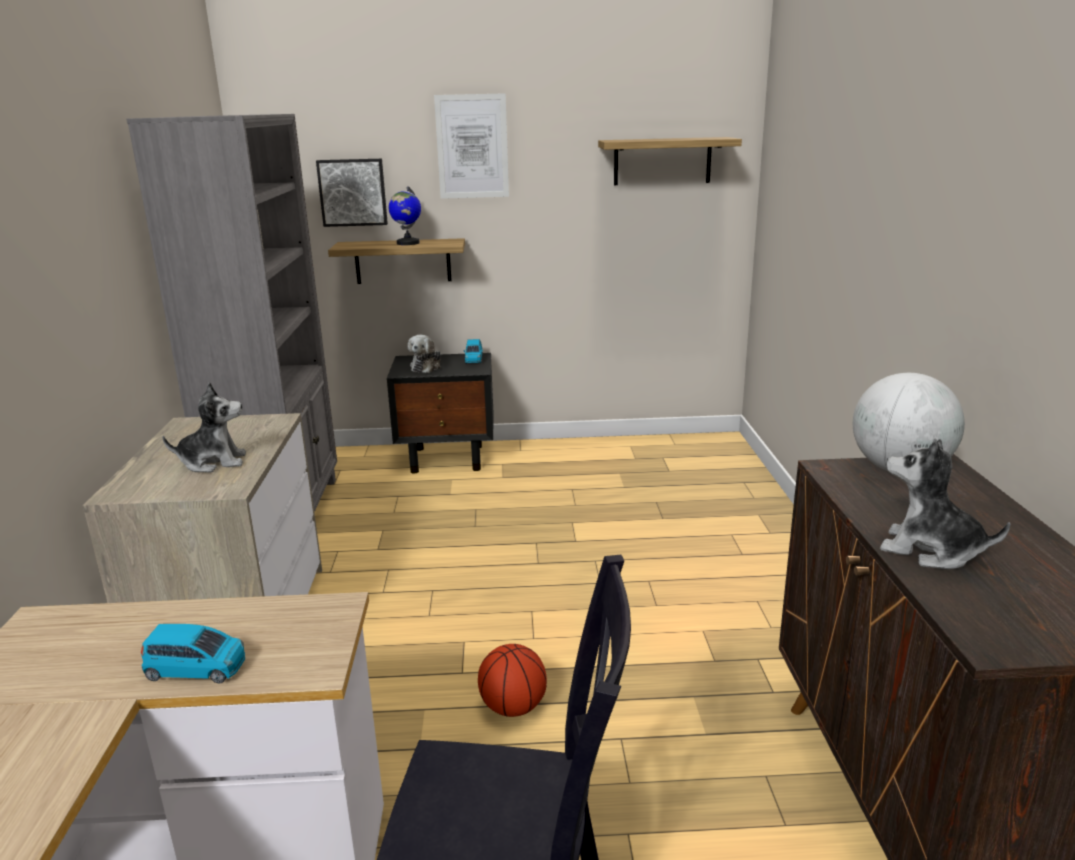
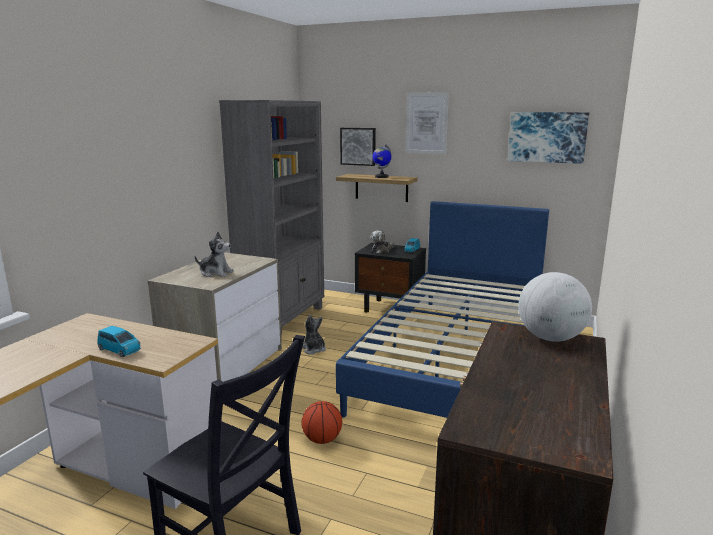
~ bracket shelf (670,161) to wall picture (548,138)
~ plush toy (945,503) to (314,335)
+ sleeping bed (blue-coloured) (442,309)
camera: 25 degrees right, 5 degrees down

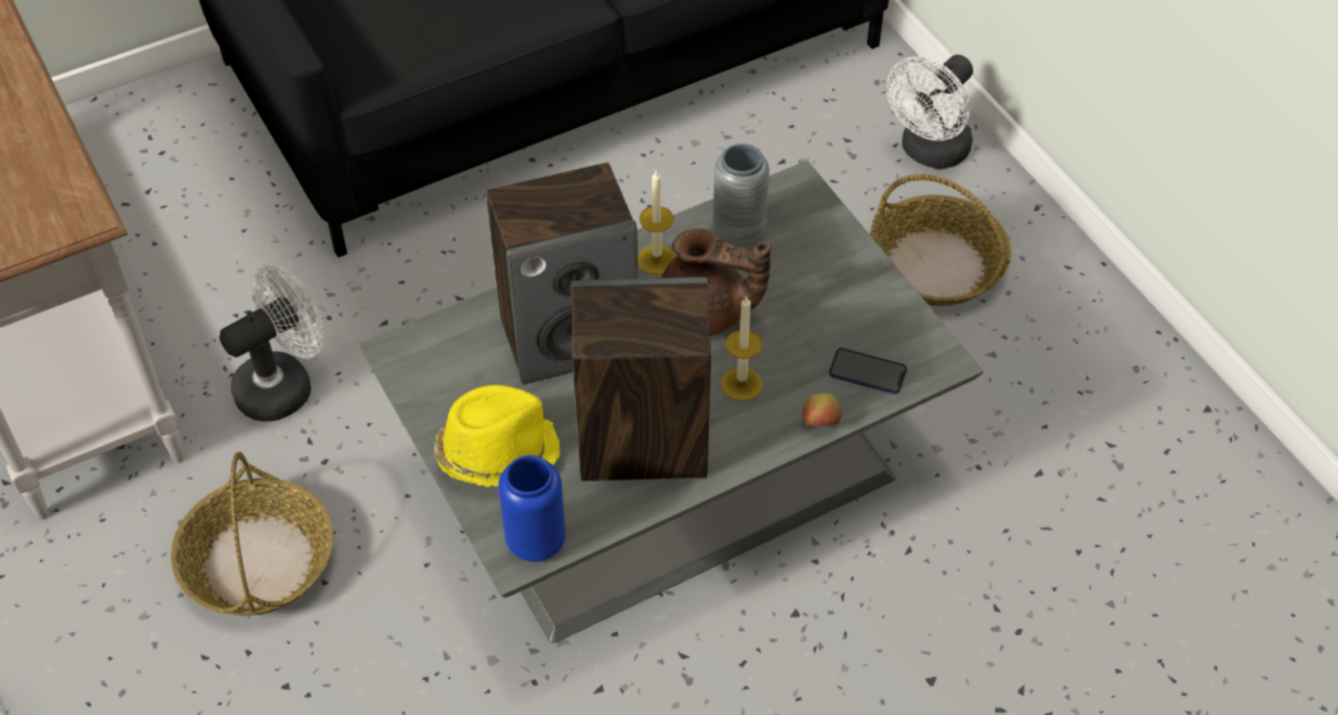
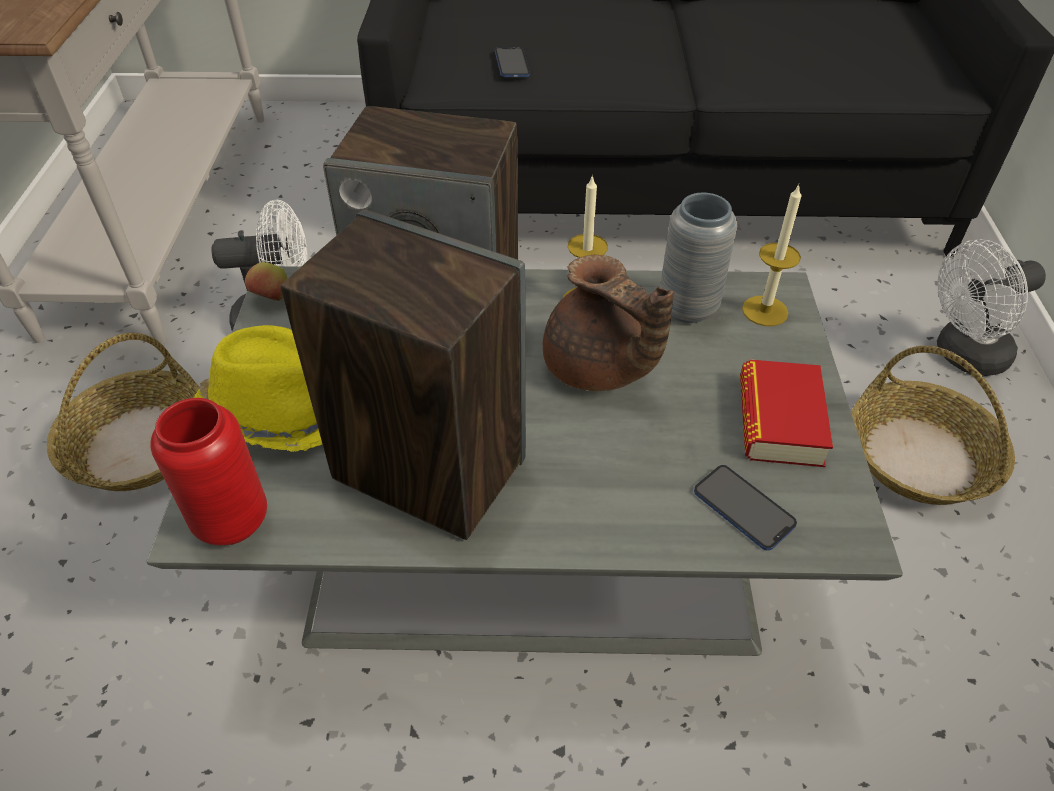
~ wax light (742,348) to (772,255)
~ whole apple (822,409) to (266,281)
~ vase (blue-coloured) (532,508) to vase (reddish) (209,471)
+ telephone (512,62)
+ book (786,413)
camera: 30 degrees right, 5 degrees down

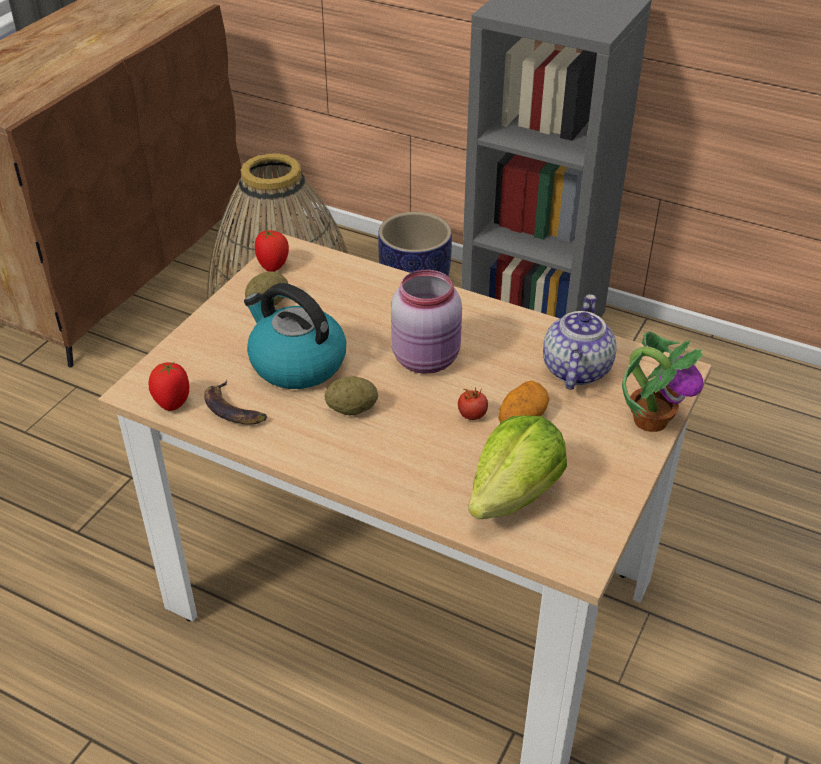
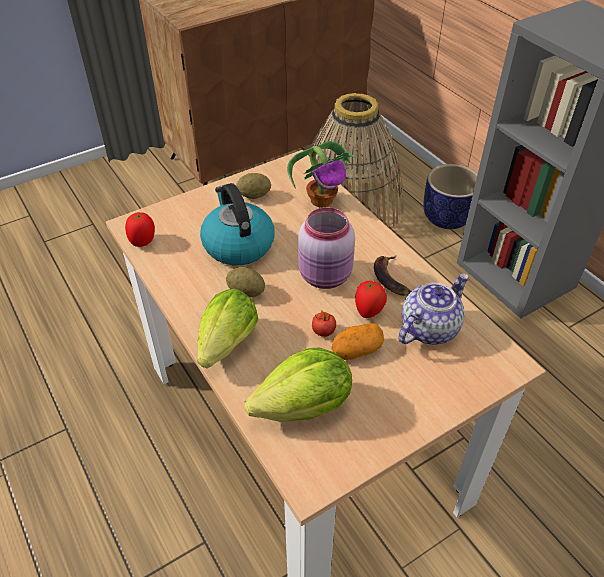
~ tomato (272,250) to (371,299)
~ potted plant (662,381) to (321,174)
~ banana fruit (235,402) to (392,275)
+ lettuce head (227,328)
camera: 30 degrees right, 5 degrees up

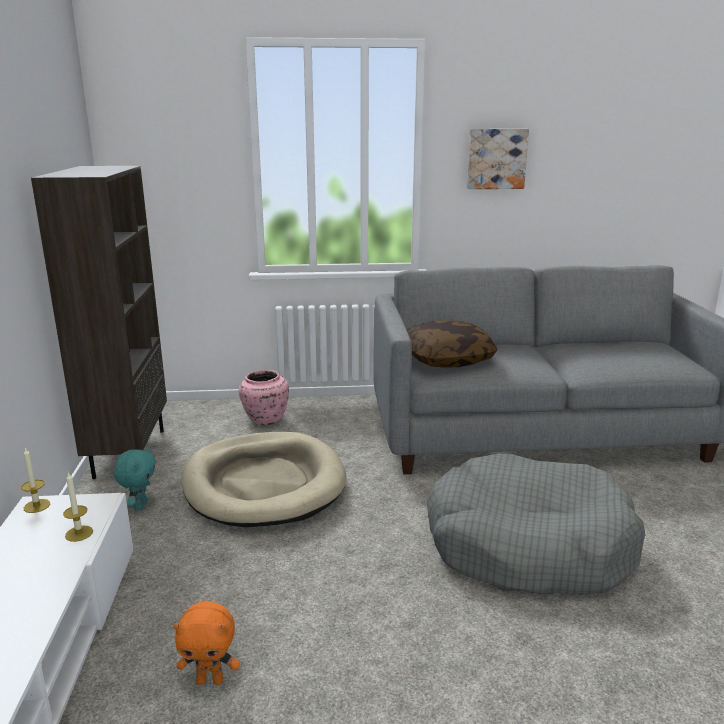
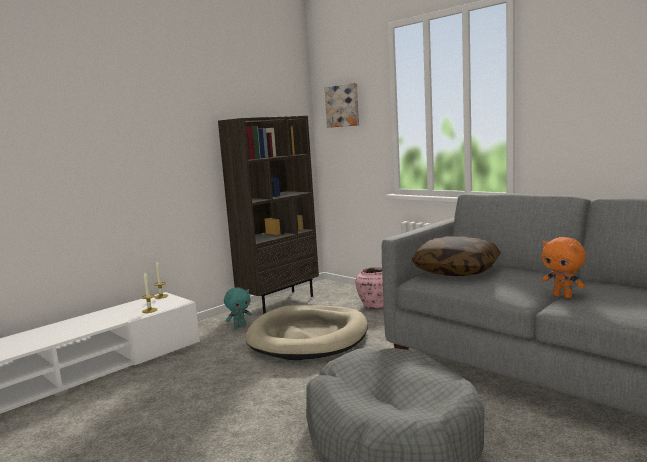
~ wall picture (498,159) to (342,105)
~ plush toy (orange) (206,643) to (564,267)
camera: 50 degrees right, 10 degrees down

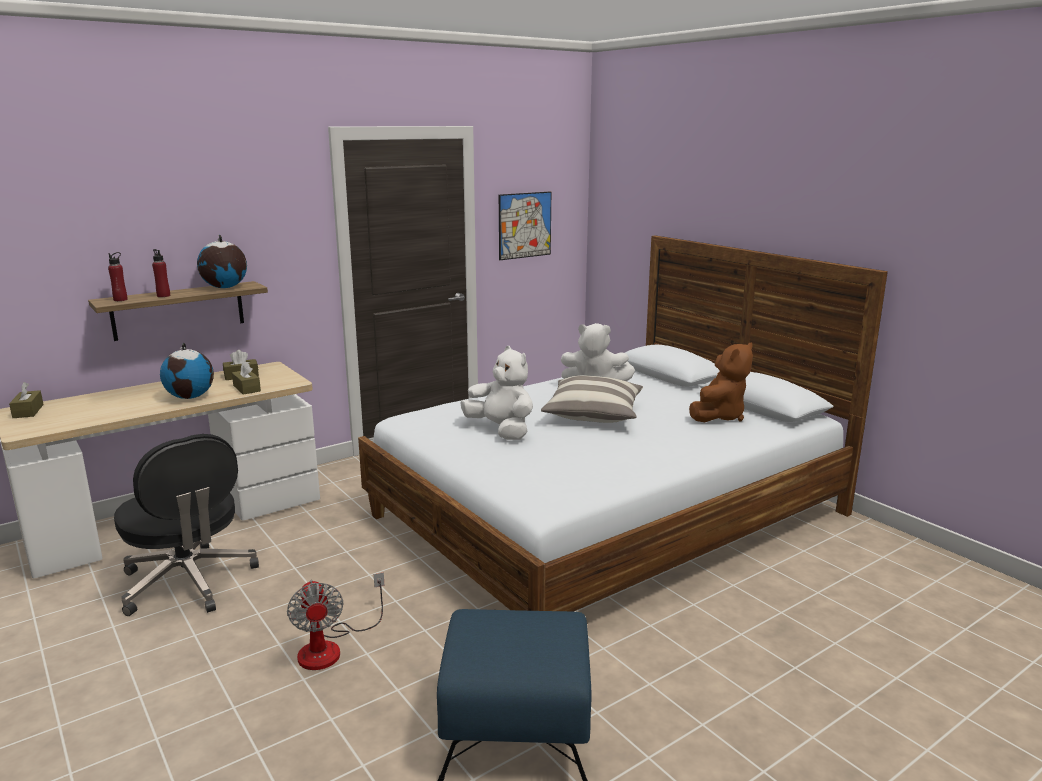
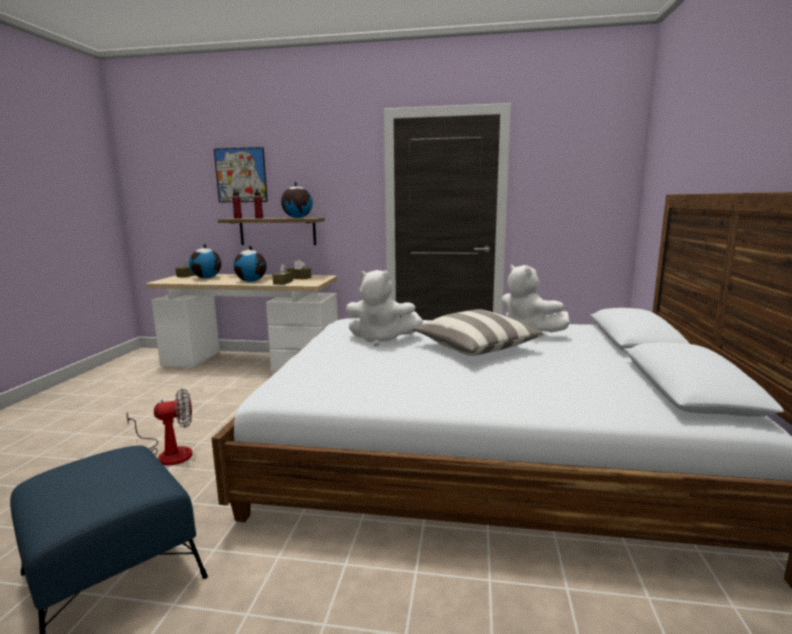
~ wall picture (525,225) to (241,174)
- plush toy (brown-coloured) (721,382)
~ plush toy (white) (497,393) = (384,308) 105 degrees clockwise
- computer chair (black-coloured) (186,525)
~ cooling fan (336,621) = (159,426) 135 degrees counterclockwise
+ world globe (205,261)
camera: 45 degrees right, 5 degrees down

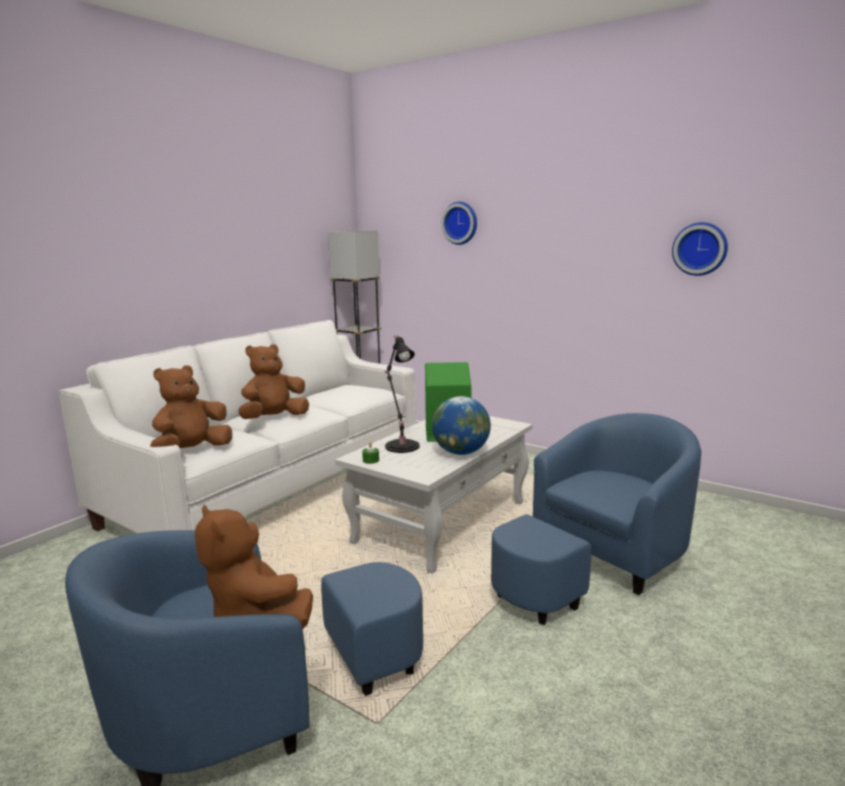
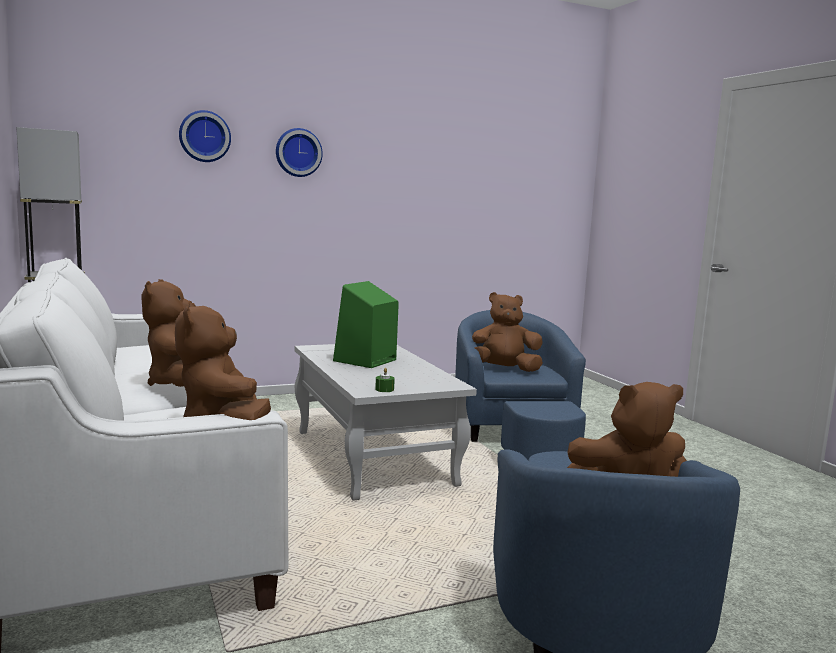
~ hanging clock (700,249) to (299,152)
- tabletop lamp (black-coloured) (402,394)
- world globe (461,425)
+ plush toy (brown-coloured) (507,332)
camera: 60 degrees left, 5 degrees down

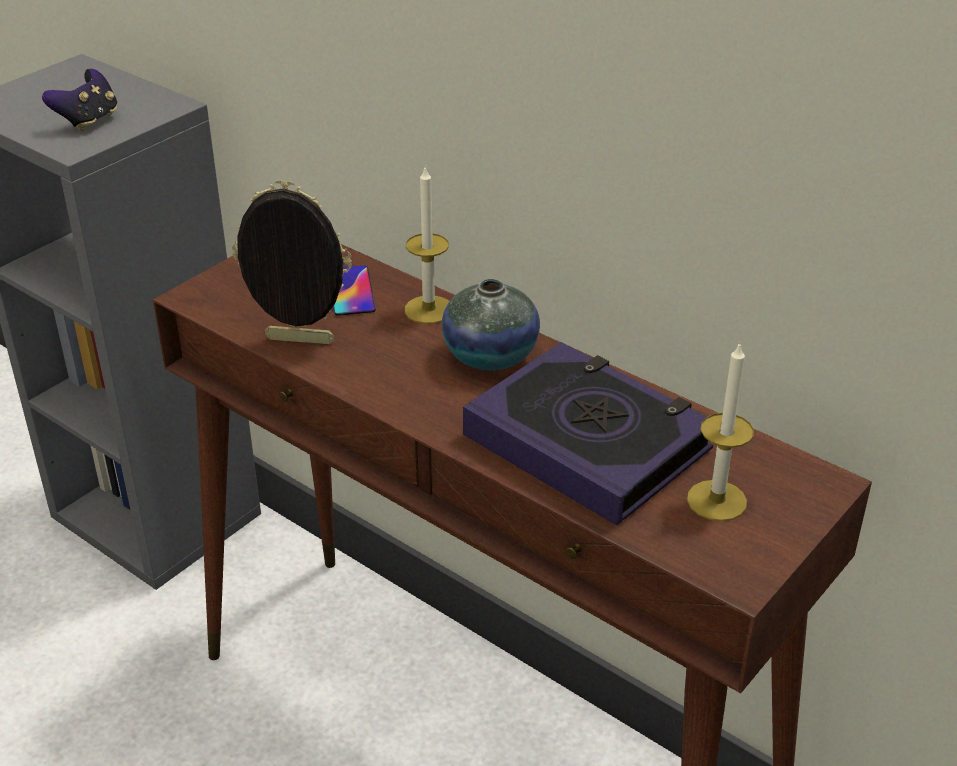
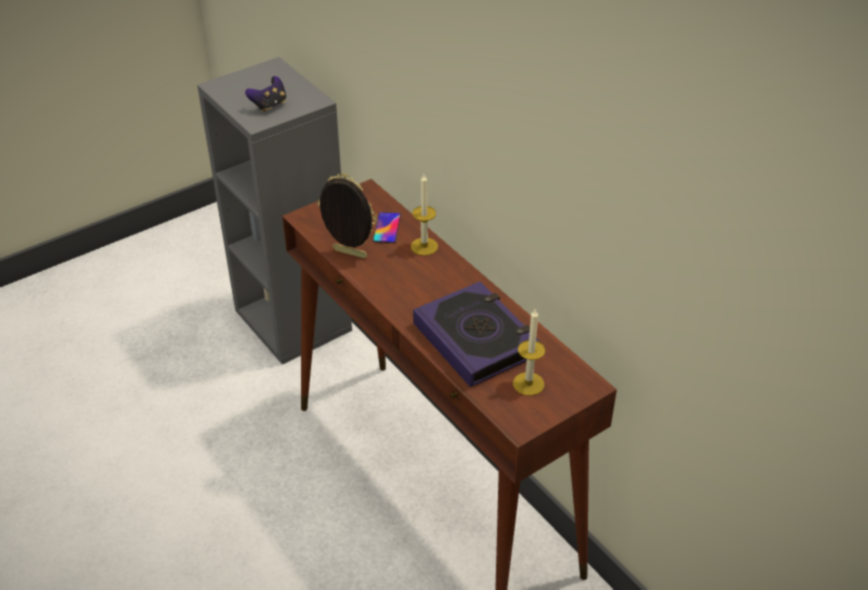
- vase (491,325)
camera: 15 degrees right, 5 degrees up

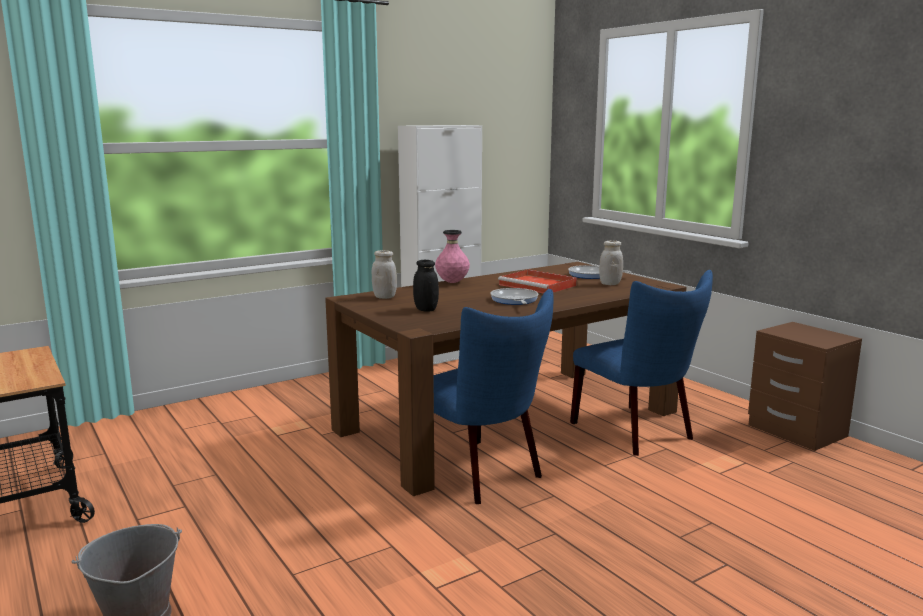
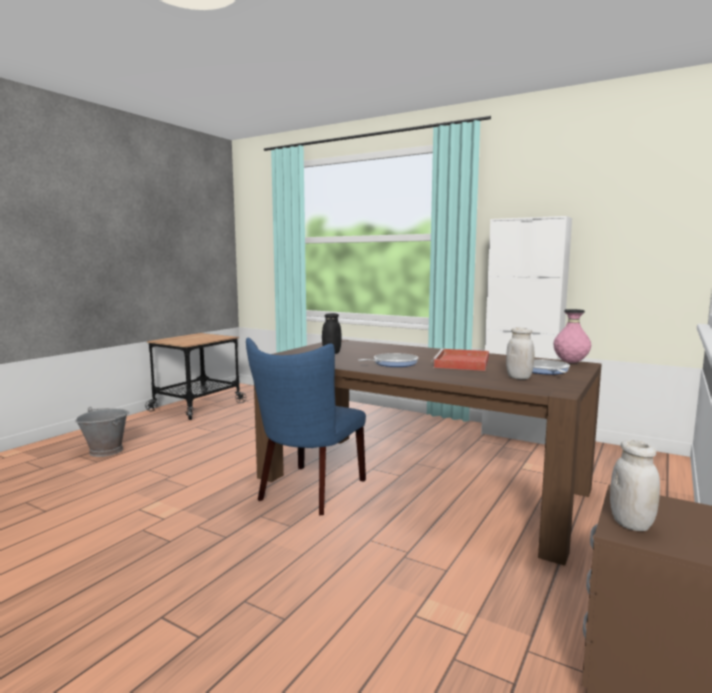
~ vase (pinkish) (452,256) to (572,336)
~ storage jar (white) (384,274) to (635,485)
- upright chair (blue-coloured) (641,363)
camera: 65 degrees right, 5 degrees down

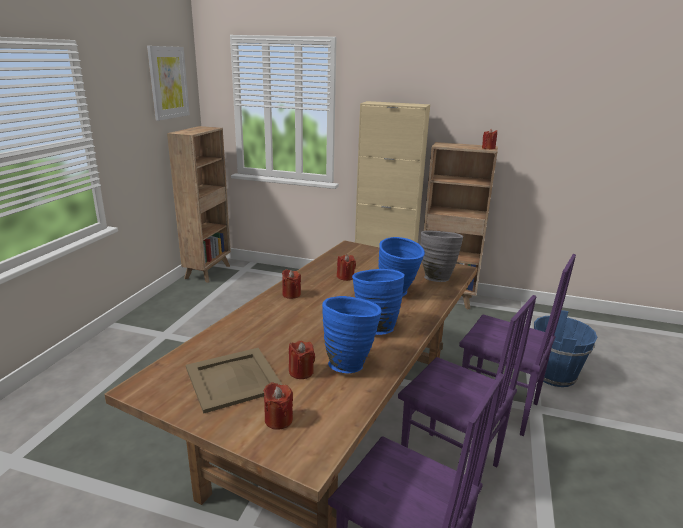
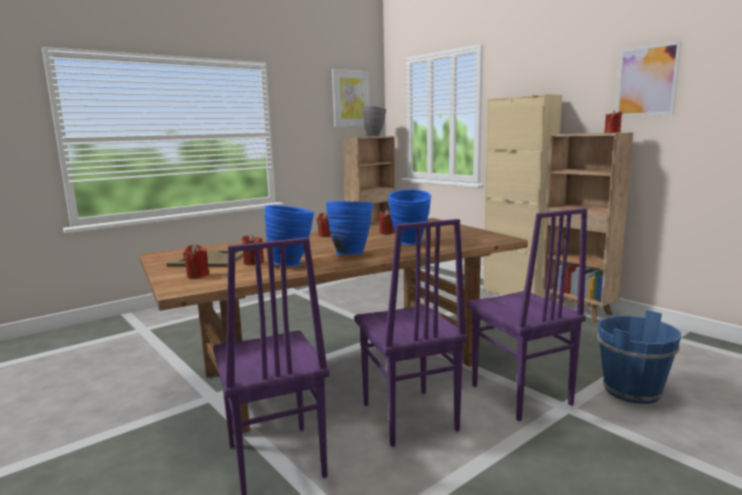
~ vase (gray) (442,256) to (374,121)
+ wall picture (649,79)
camera: 35 degrees right, 10 degrees down

